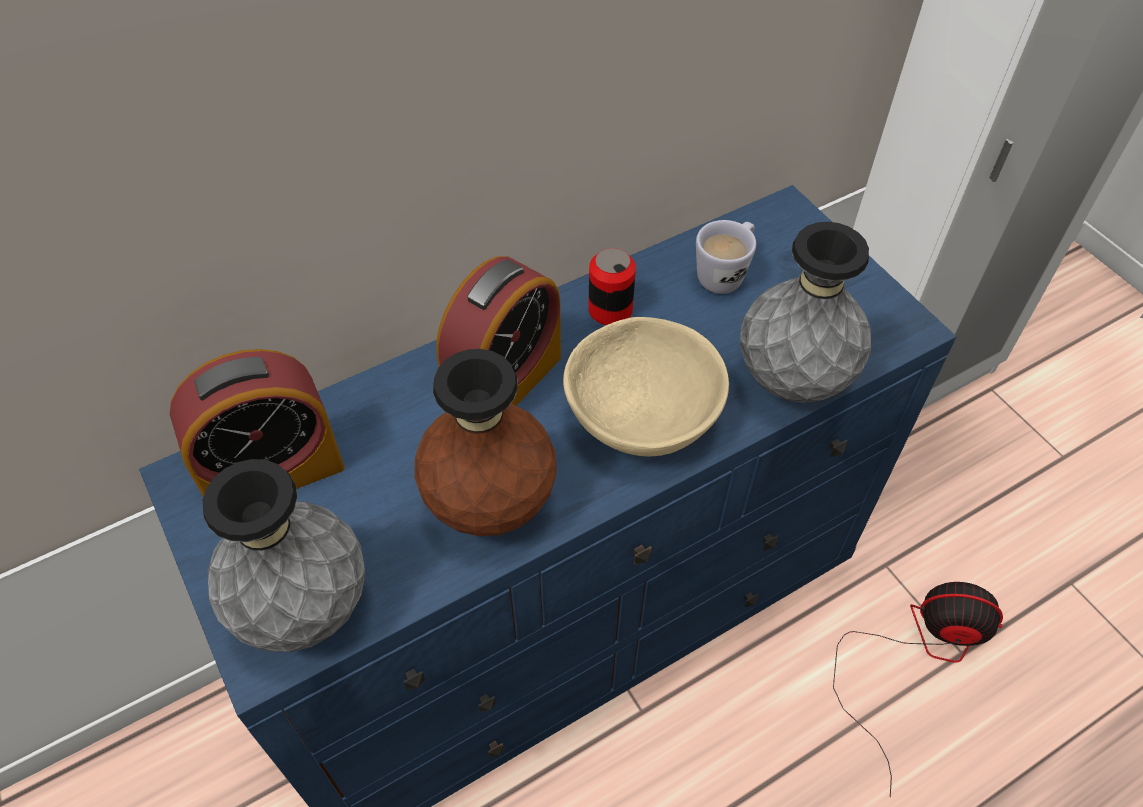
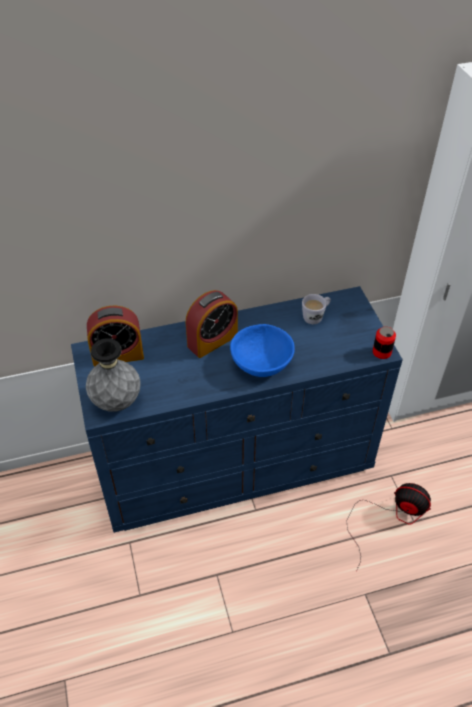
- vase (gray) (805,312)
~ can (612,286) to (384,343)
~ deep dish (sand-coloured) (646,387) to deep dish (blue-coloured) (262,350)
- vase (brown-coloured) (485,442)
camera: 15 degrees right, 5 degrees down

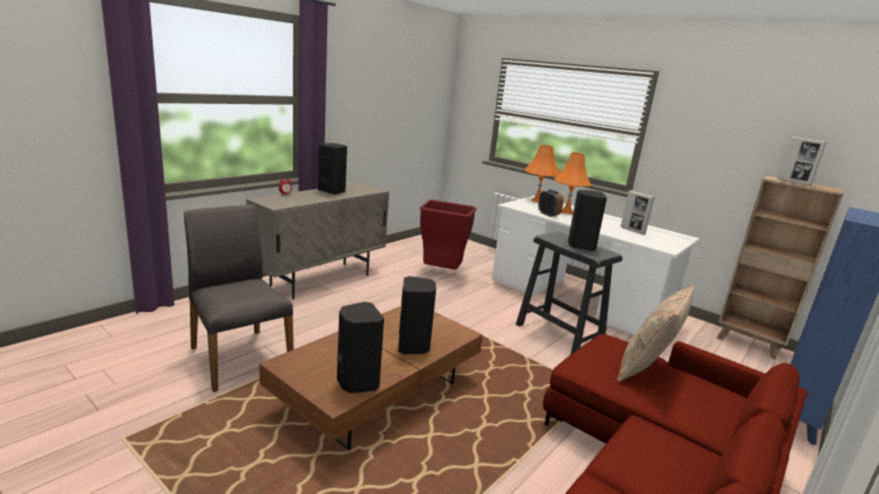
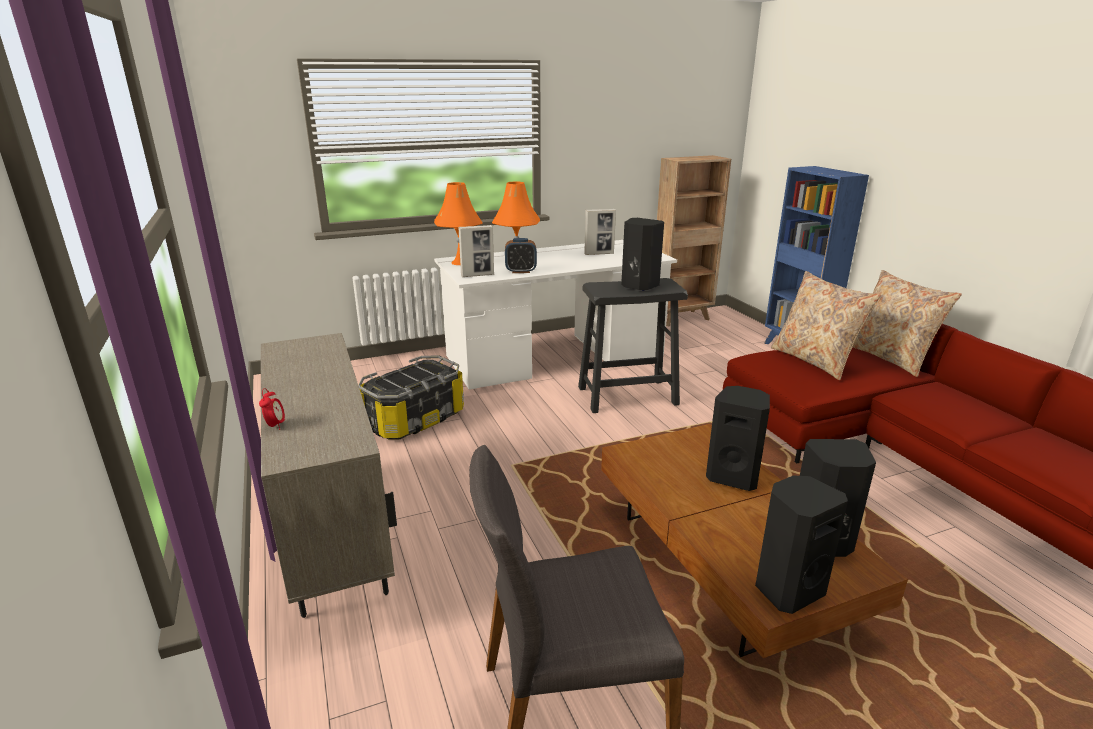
~ photo frame (802,161) to (476,251)
~ speaker (black-coloured) (332,169) to (801,544)
~ rubbish bin (reddish) (448,235) to storage bin (411,398)
+ cushion (sand-coloured) (907,323)
camera: 60 degrees left, 5 degrees up

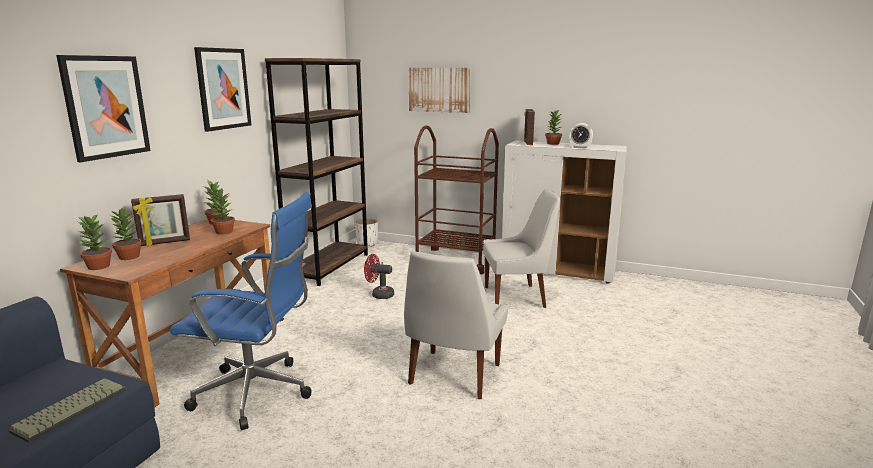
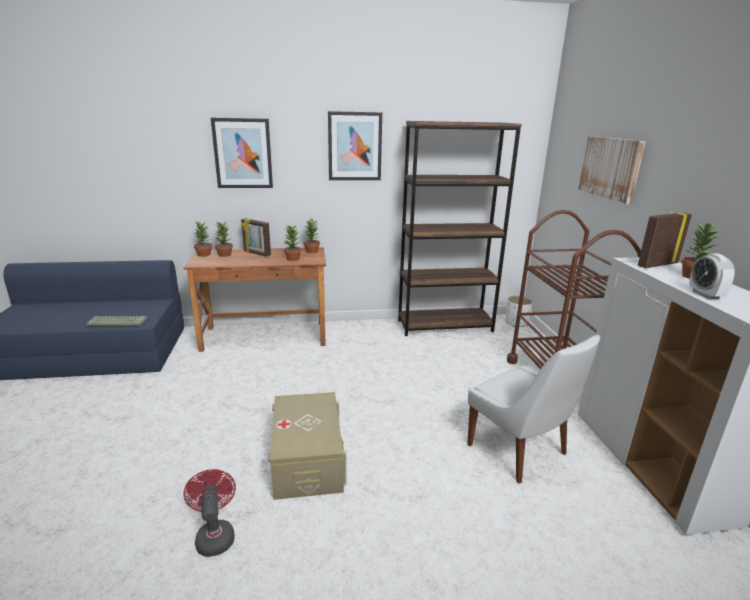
- computer chair (blue-coloured) (241,311)
~ upright chair (white) (456,325) to storage bin (sand-coloured) (307,446)
~ cooling fan (reddish) (379,276) to (210,513)
camera: 60 degrees right, 5 degrees up

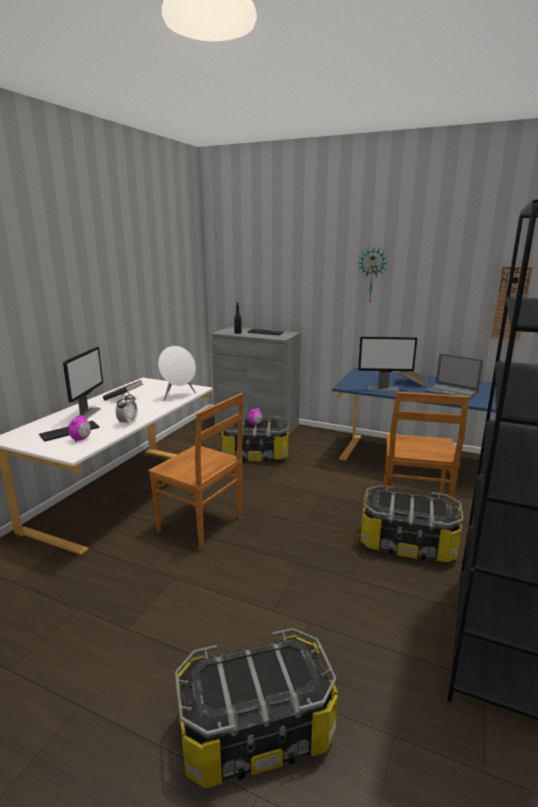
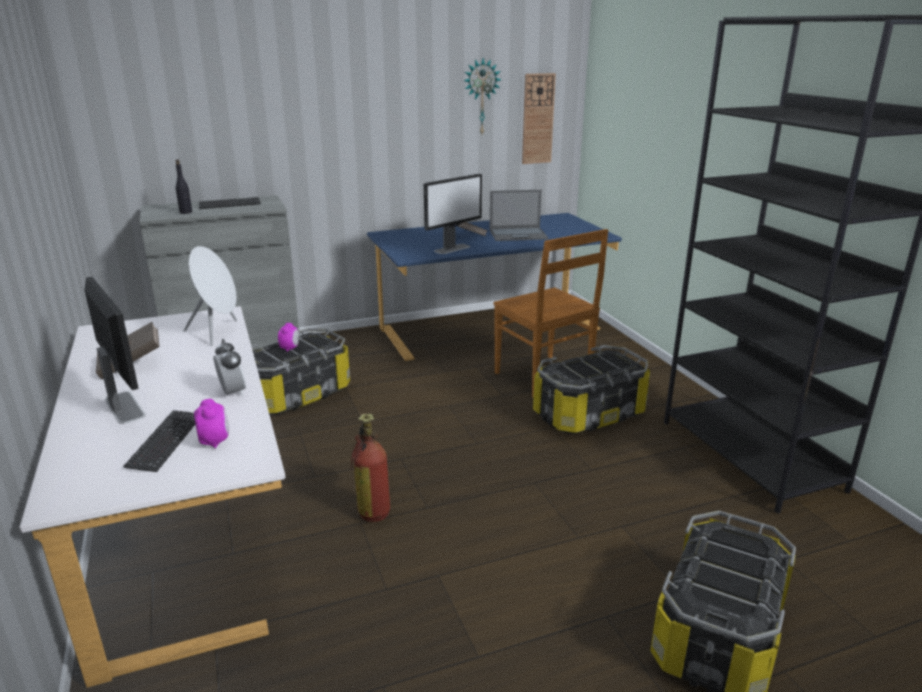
~ hanging clock (372,274) to (482,96)
~ upright chair (brown-coloured) (195,472) to fire-fighting cylinder (370,468)
camera: 45 degrees left, 5 degrees up

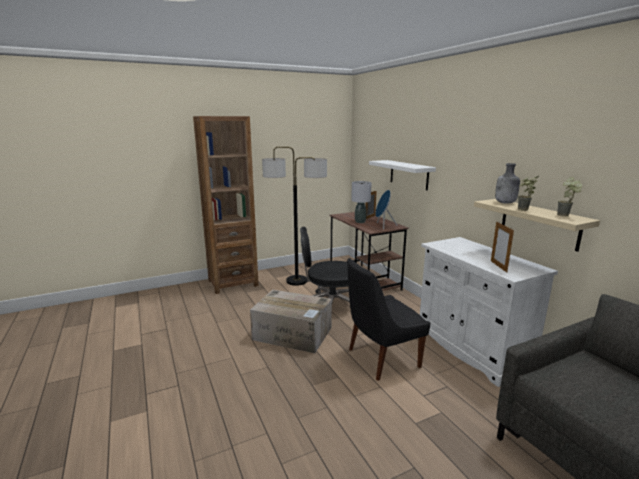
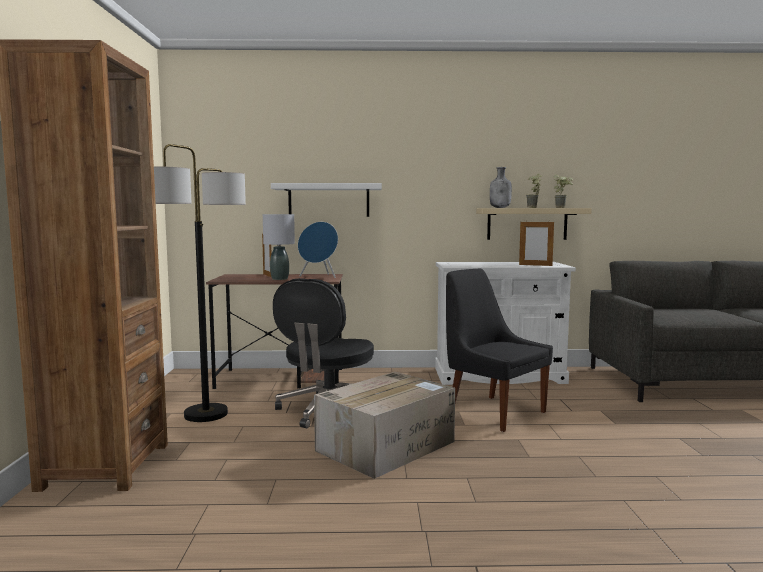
~ upright chair (black-coloured) (388,319) = (499,350) 135 degrees clockwise
camera: 65 degrees left, 10 degrees down

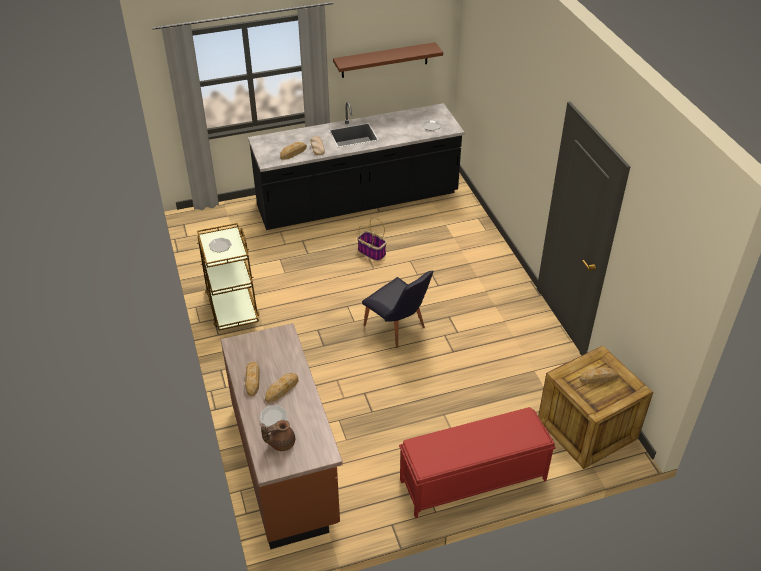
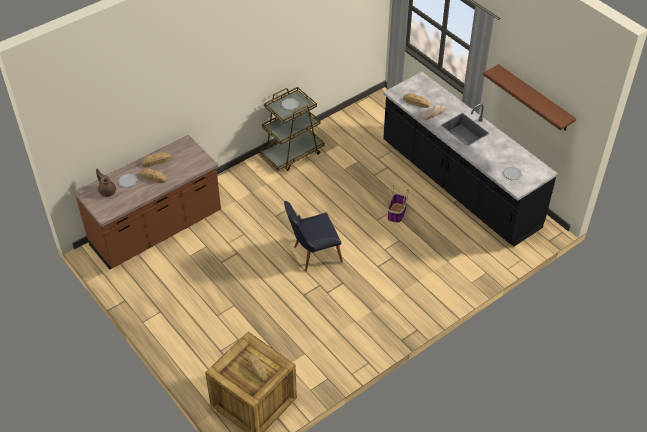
~ upright chair (black-coloured) (398,309) = (313,236) 45 degrees clockwise
- bench (reddish) (477,462)
camera: 70 degrees right, 5 degrees up

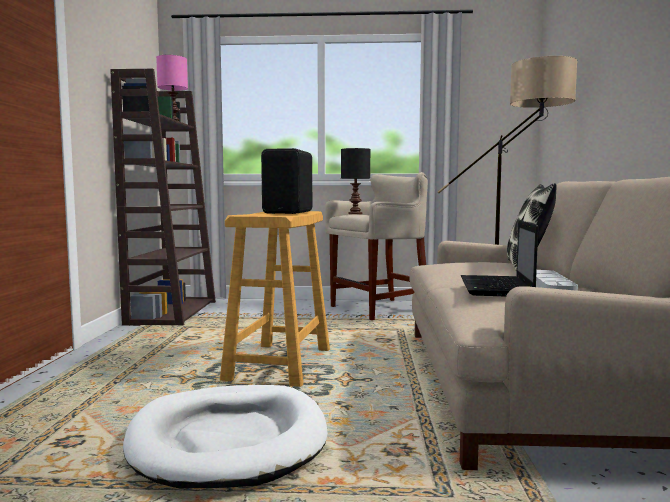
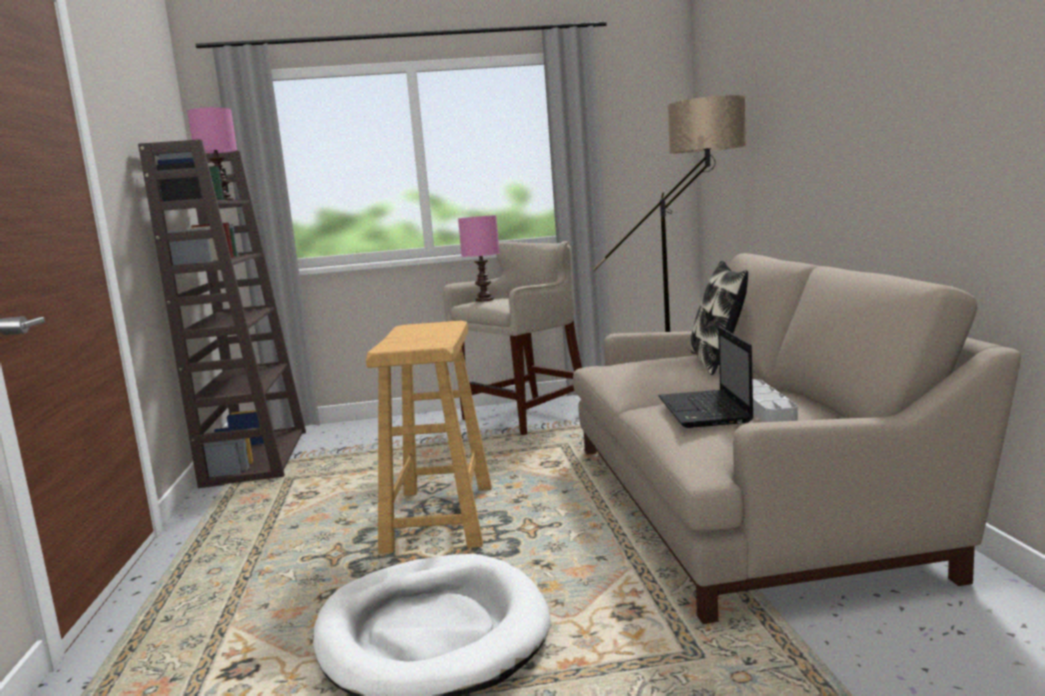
- speaker (black-coloured) (286,181)
~ tabletop lamp (black-coloured) (355,181) to tabletop lamp (pinkish) (479,258)
camera: 10 degrees left, 5 degrees up

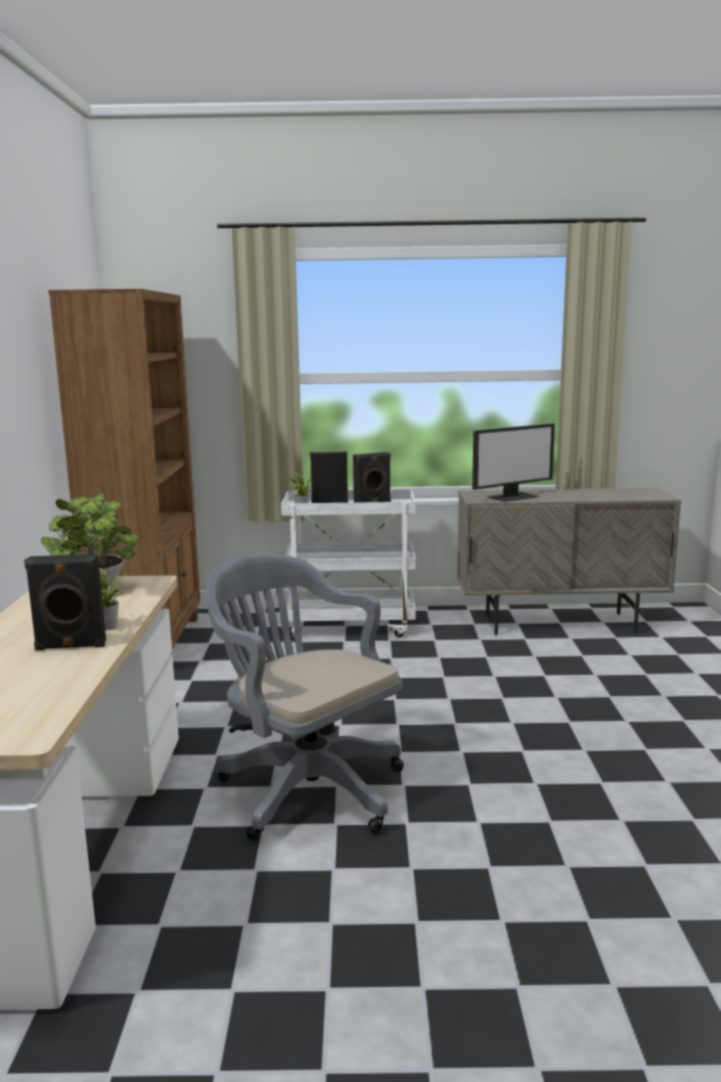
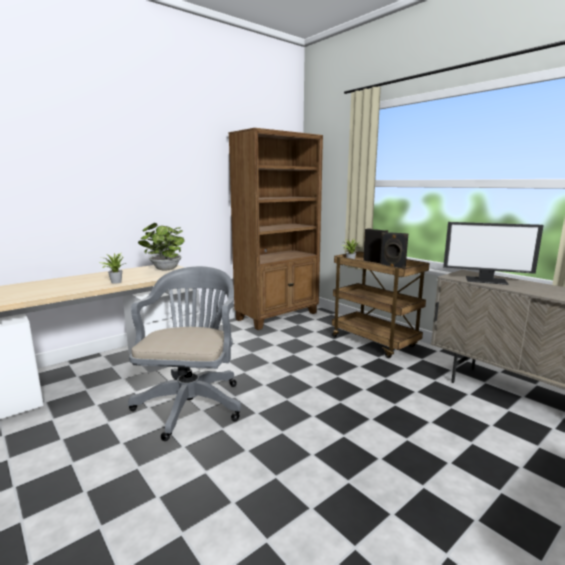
~ trolley (white) (348,564) to trolley (brown-coloured) (381,304)
- speaker (black-coloured) (65,602)
camera: 50 degrees right, 0 degrees up

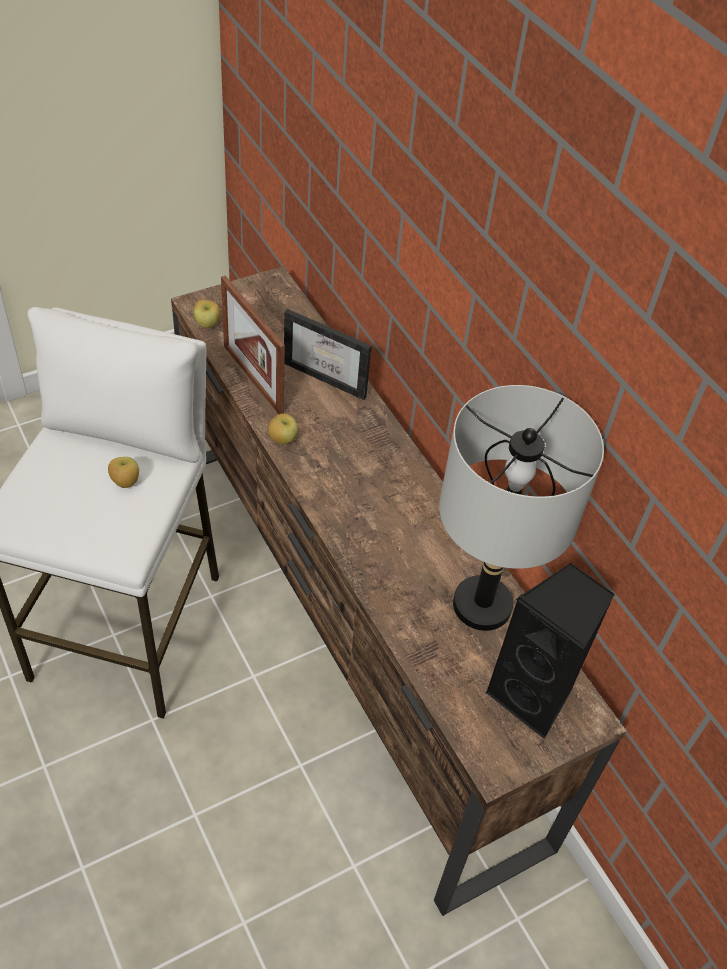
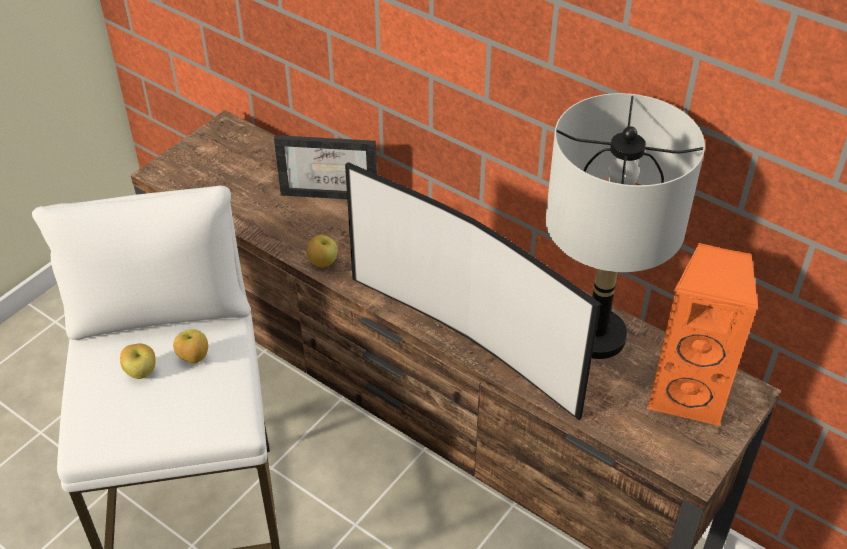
- photo frame (253,345)
~ whole apple (207,313) to (138,361)
~ speaker (black-coloured) (550,651) to speaker (orange) (702,334)
+ TV set (473,291)
camera: 20 degrees left, 5 degrees down

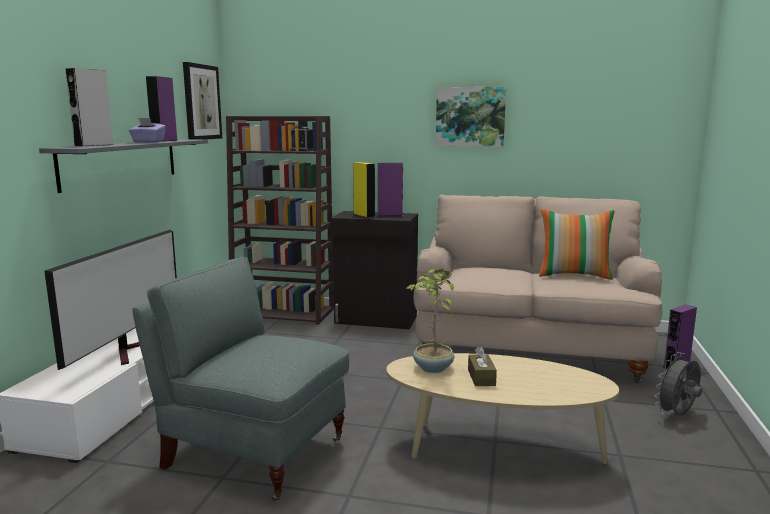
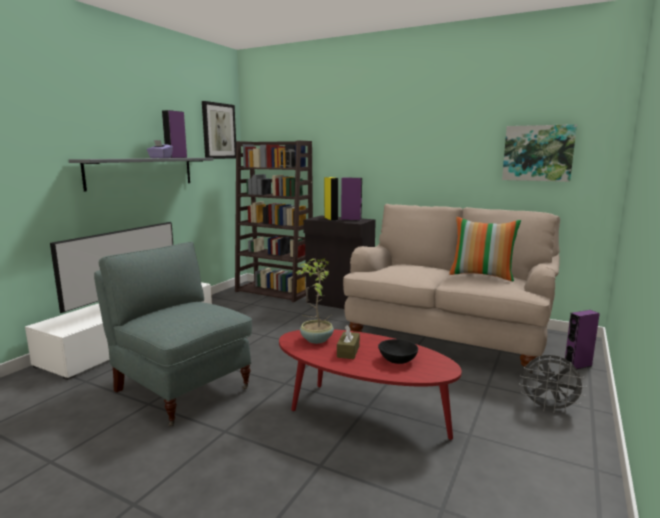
- speaker (gray) (89,107)
~ wall picture (471,117) to (539,153)
~ cooling fan (gray) (678,384) = (553,384) 135 degrees counterclockwise
~ coffee table (sand-coloured) (502,408) to coffee table (reddish) (370,384)
+ deep dish (black-coloured) (398,351)
camera: 15 degrees right, 0 degrees up

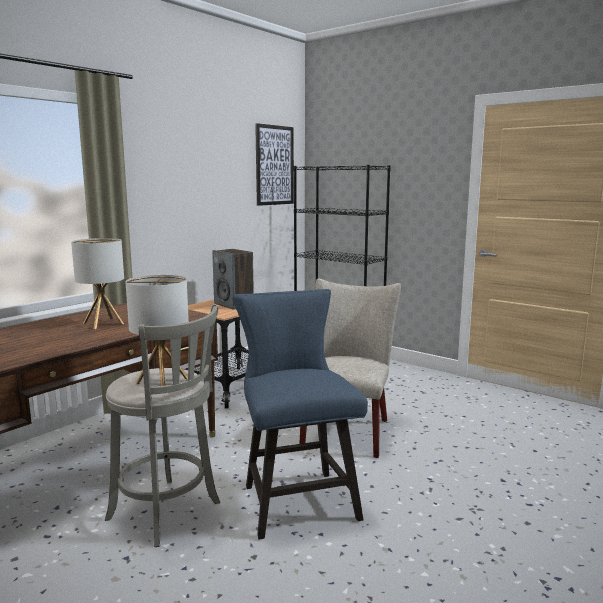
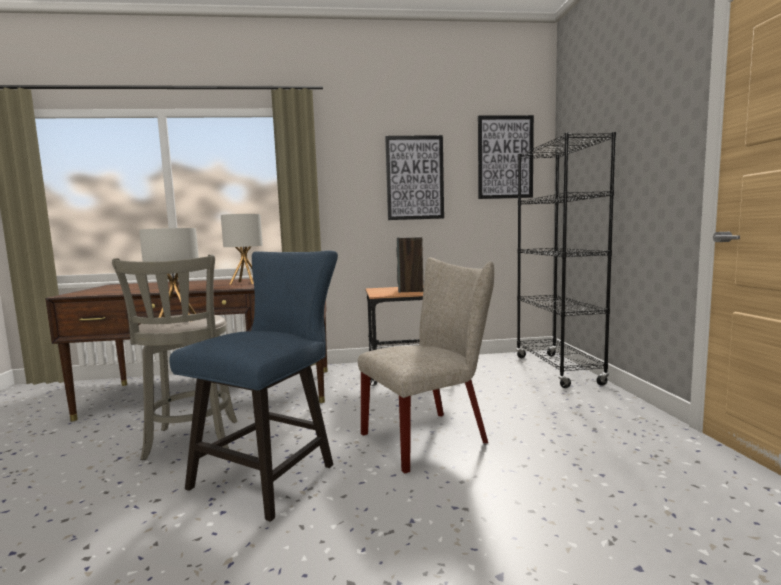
+ wall picture (414,177)
camera: 45 degrees right, 5 degrees down

